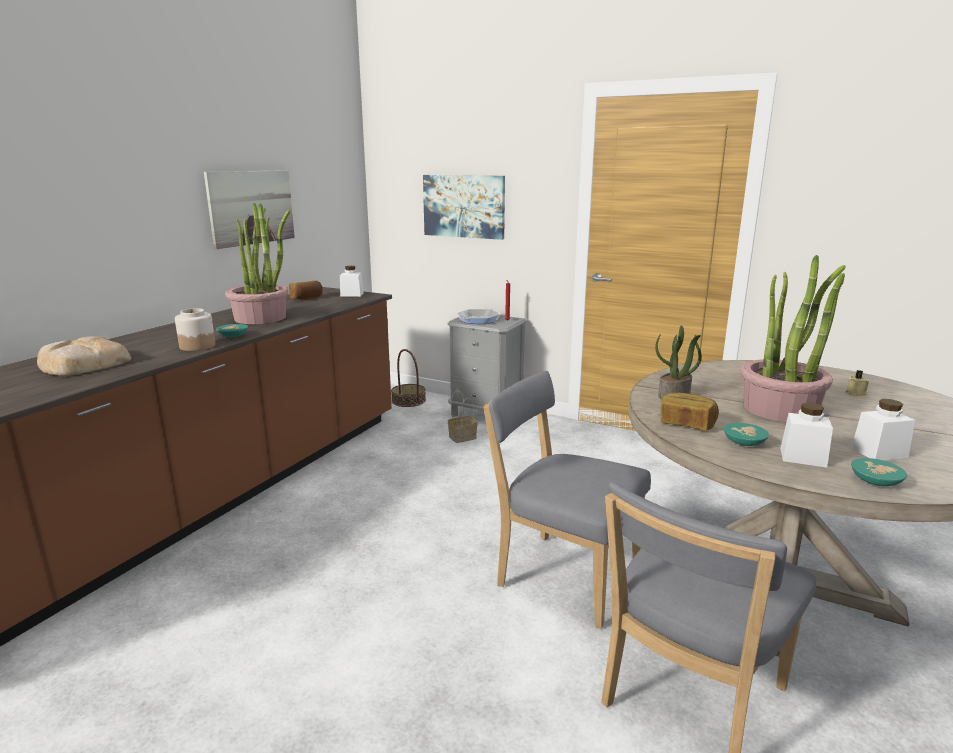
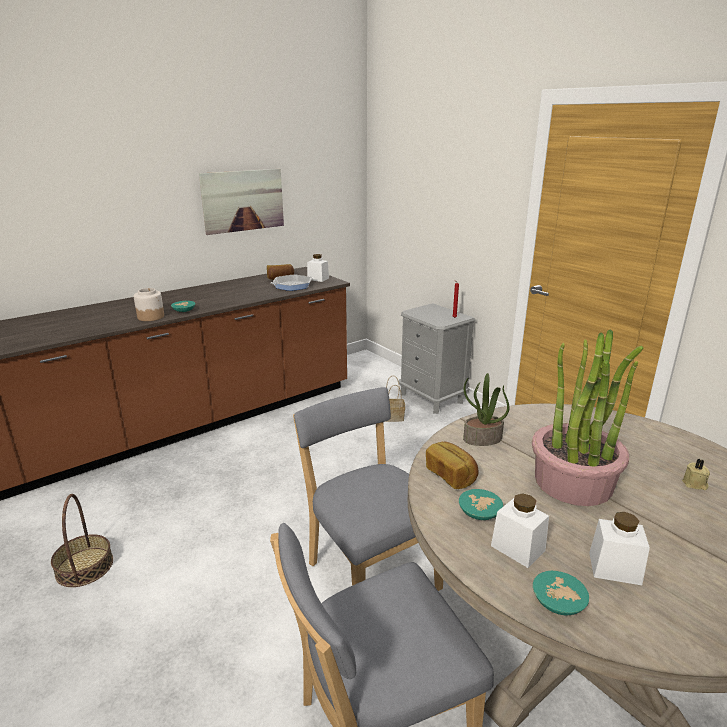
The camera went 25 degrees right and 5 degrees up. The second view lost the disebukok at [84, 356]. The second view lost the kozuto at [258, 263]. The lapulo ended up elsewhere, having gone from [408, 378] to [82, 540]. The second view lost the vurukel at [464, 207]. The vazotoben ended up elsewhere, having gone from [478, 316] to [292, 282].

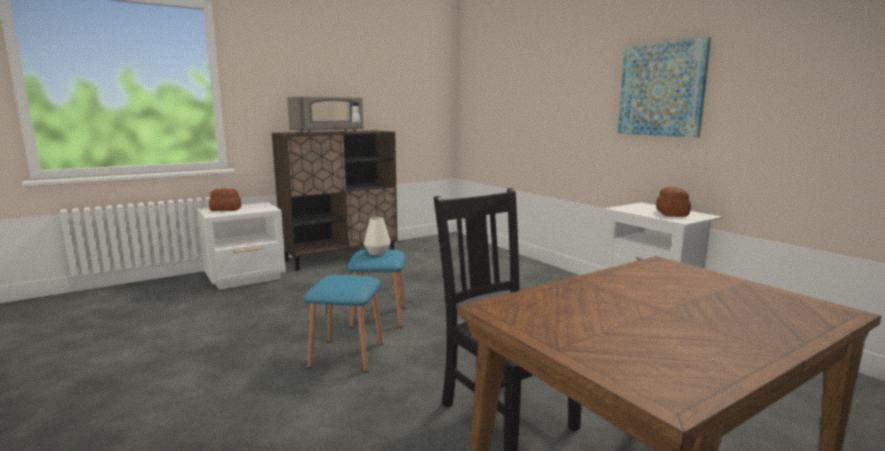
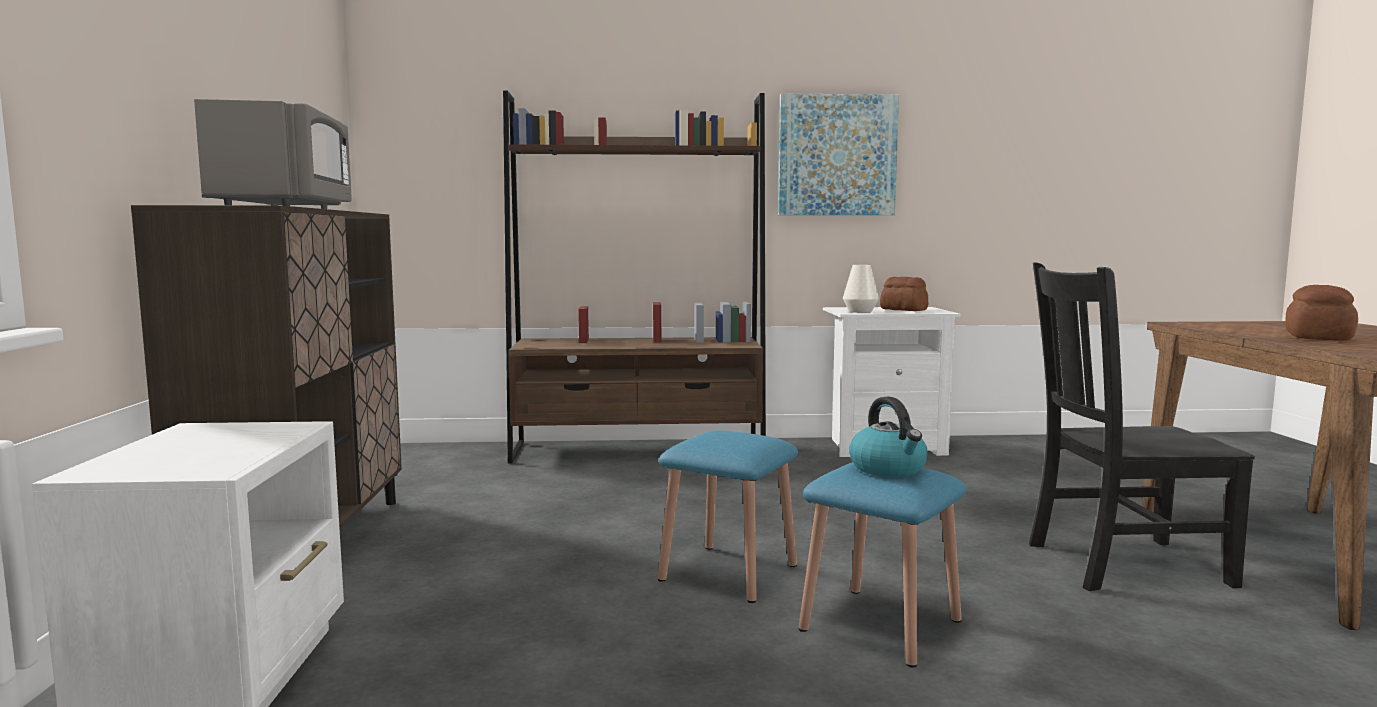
The camera went 60 degrees left and 5 degrees down. The disebukok ended up elsewhere, having gone from [225, 200] to [1322, 313]. The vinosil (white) ended up elsewhere, having gone from [377, 236] to [861, 289]. The second view gained the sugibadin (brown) at [634, 277]. The second view gained the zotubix at [888, 437].

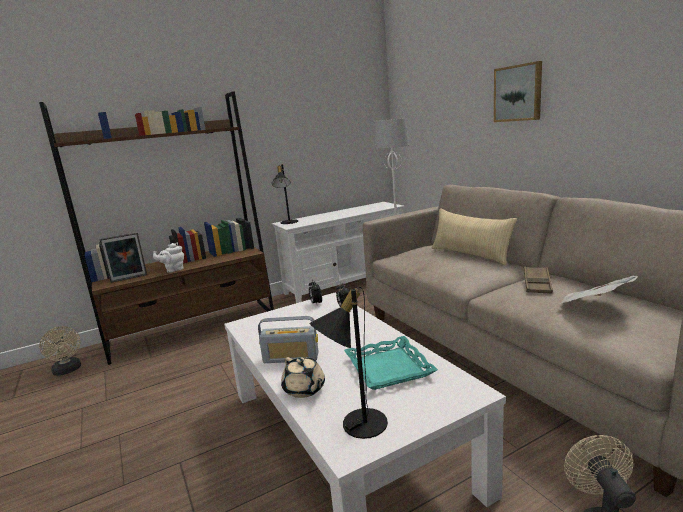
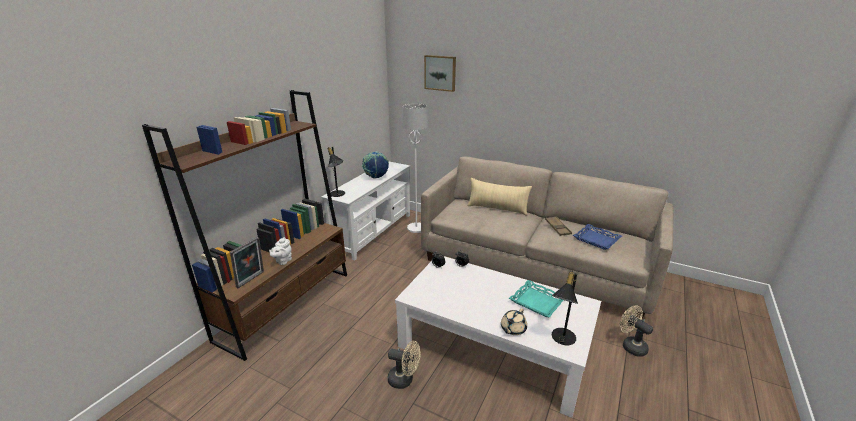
The camera went 35 degrees left and 10 degrees up. The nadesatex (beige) ended up elsewhere, having gone from [60, 351] to [404, 365]. The second view lost the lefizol at [288, 339]. The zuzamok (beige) at [303, 377] ended up facing another way, 105 degrees clockwise from before. The vurukel ended up elsewhere, having gone from [518, 91] to [440, 73]. Where the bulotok stood at [598, 289], the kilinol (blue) came to stand at [597, 237]. The second view gained the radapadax at [375, 165].

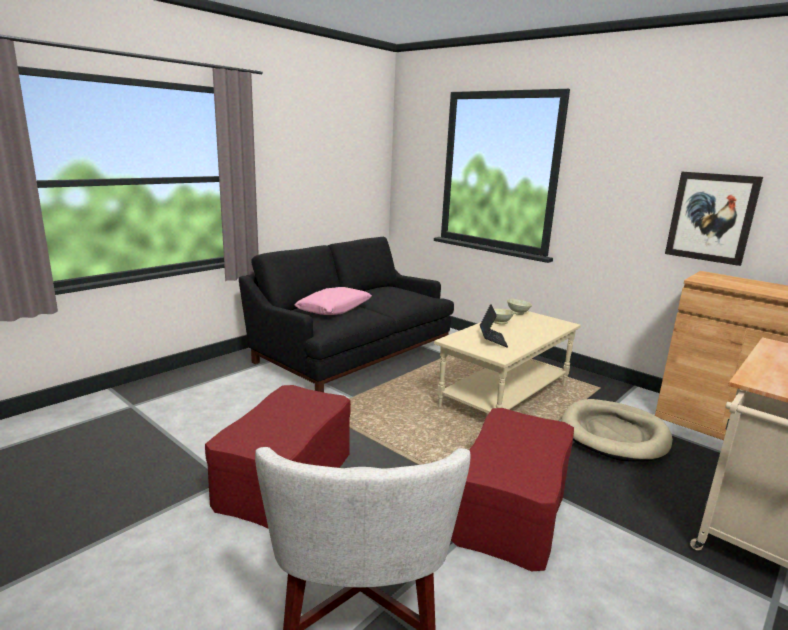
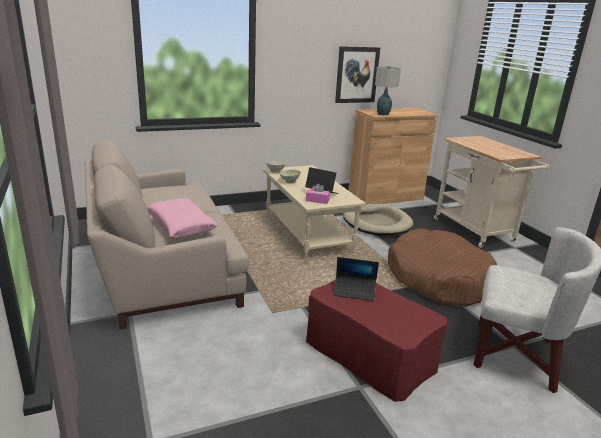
The camera went 65 degrees left and 5 degrees up. What was the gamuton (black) at [346, 314] turned into the gamuton (beige) at [167, 234]. Where the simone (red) stood at [512, 490], the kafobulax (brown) came to stand at [442, 268]. The second view gained the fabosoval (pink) at [318, 193]. The second view gained the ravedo at [356, 279]. The second view gained the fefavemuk at [388, 91].

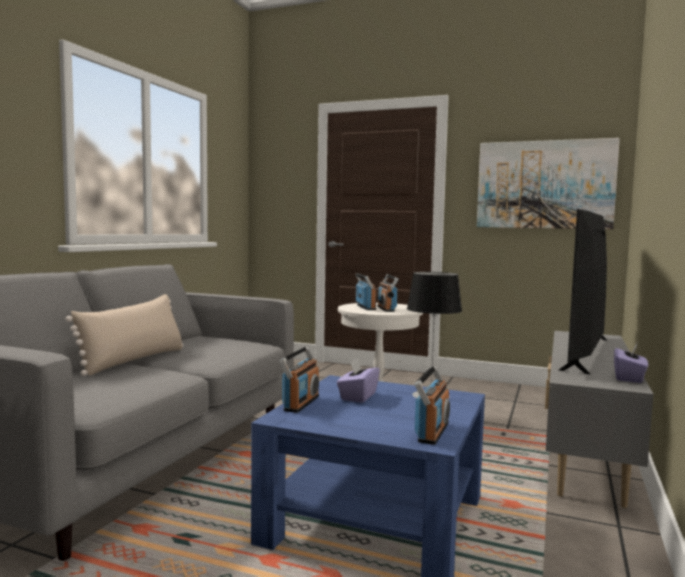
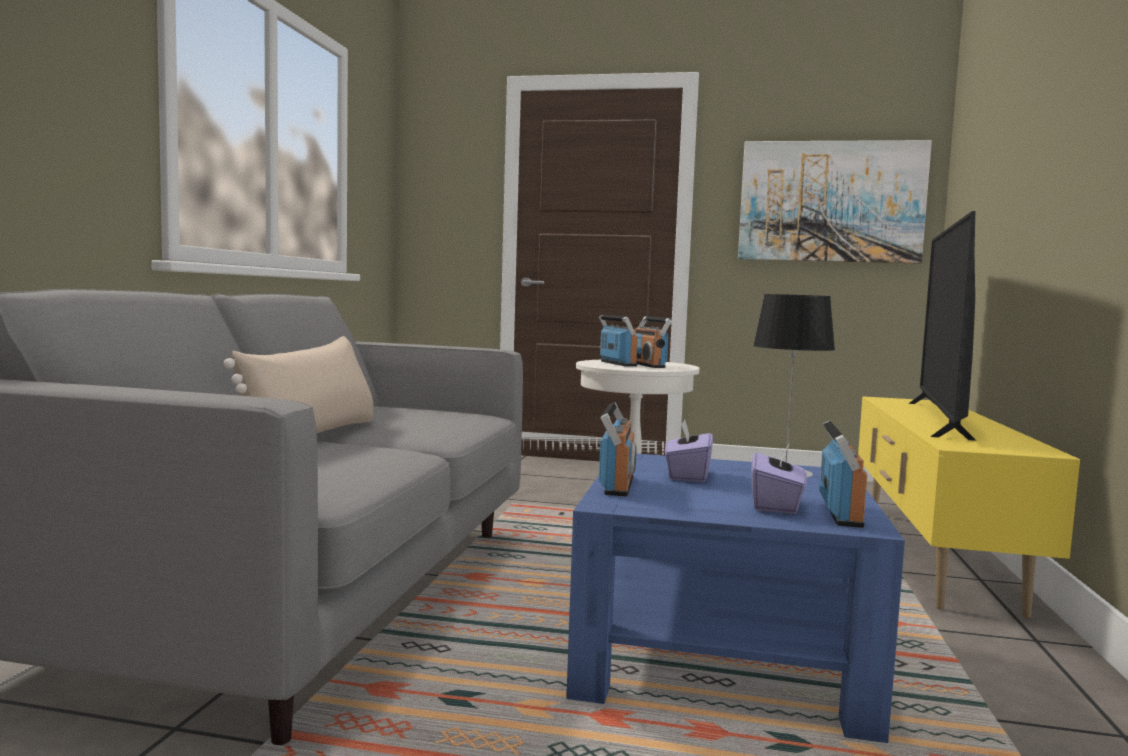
The camera went 10 degrees left and 0 degrees up. What was the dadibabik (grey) at [599, 419] turned into the dadibabik (yellow) at [969, 507]. The fabosoval (purple) ended up elsewhere, having gone from [631, 363] to [779, 478].

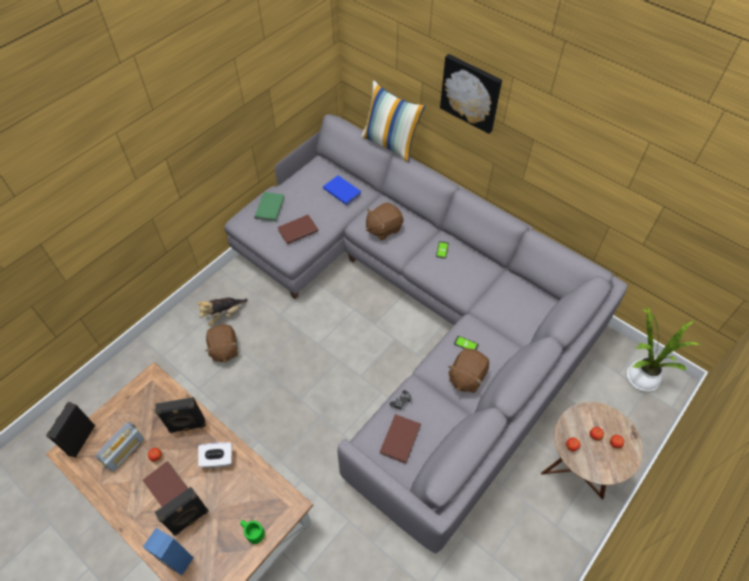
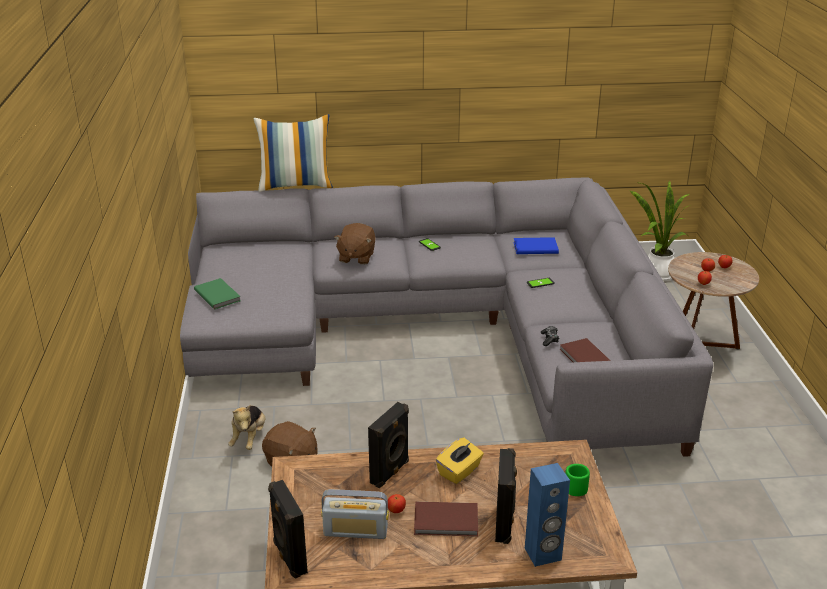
The camera went 45 degrees left and 25 degrees down. The lefizol at [120, 447] ended up facing another way, 105 degrees clockwise from before. What was the fabosoval (white) at [215, 455] turned into the fabosoval (yellow) at [460, 461]. The second view lost the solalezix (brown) at [297, 229]. The solalezix (blue) ended up elsewhere, having gone from [342, 190] to [536, 245]. The second view lost the vurukel at [471, 94]. The second view lost the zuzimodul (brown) at [468, 370].

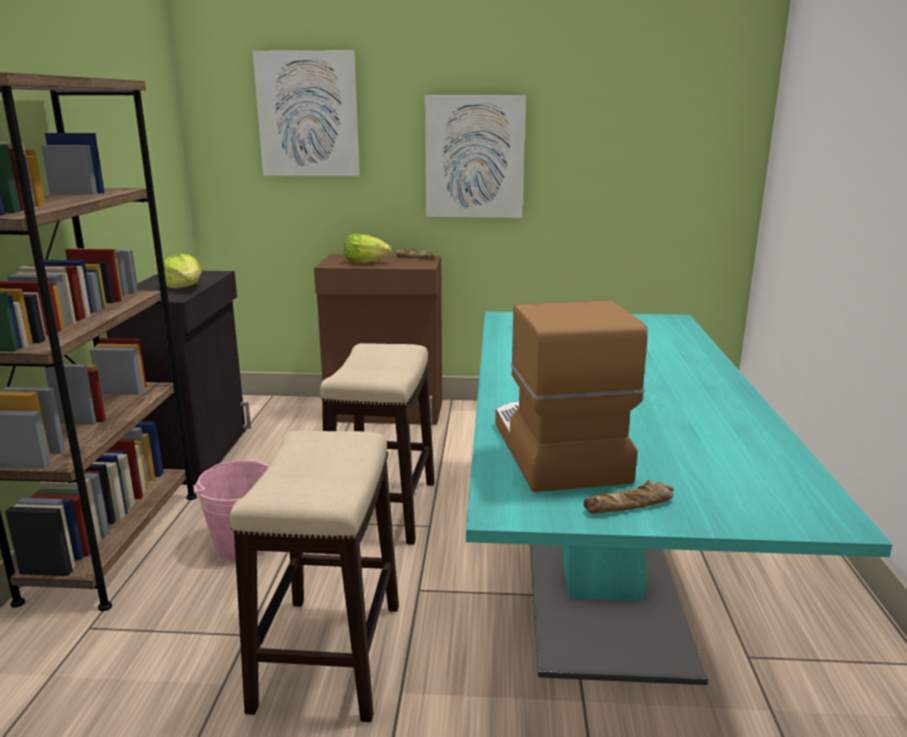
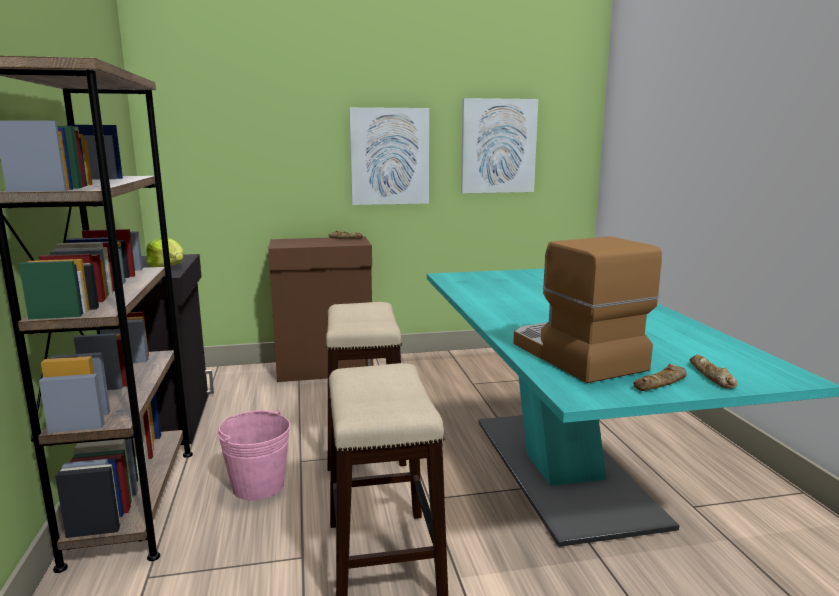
The camera went 15 degrees left and 5 degrees down. The vurukel ended up elsewhere, having gone from [306, 113] to [499, 145]. The second view lost the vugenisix at [367, 248]. The second view gained the disebukok at [713, 372].

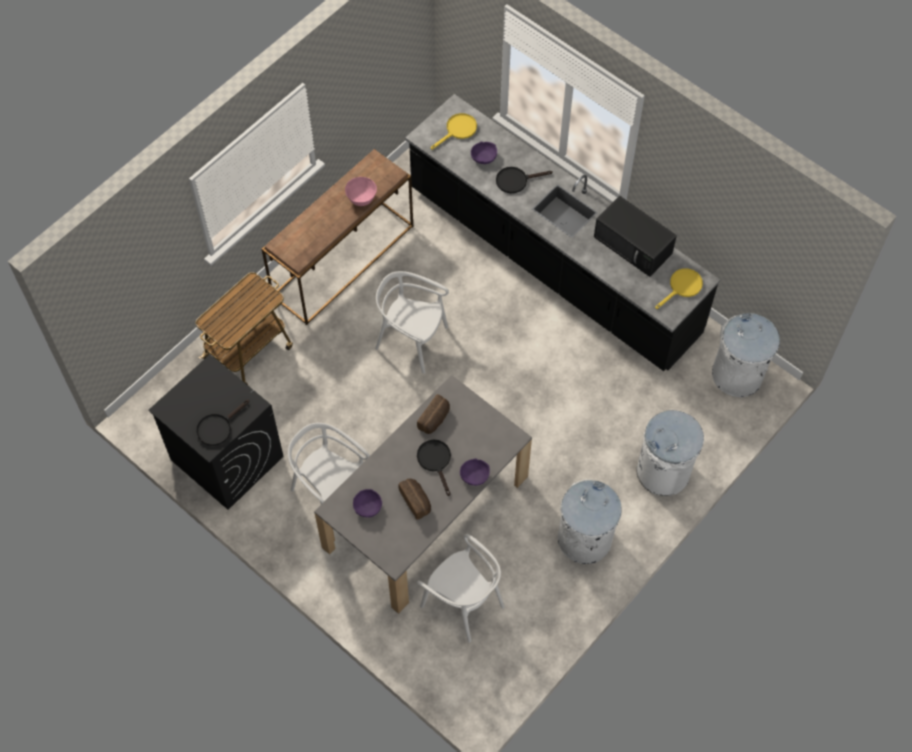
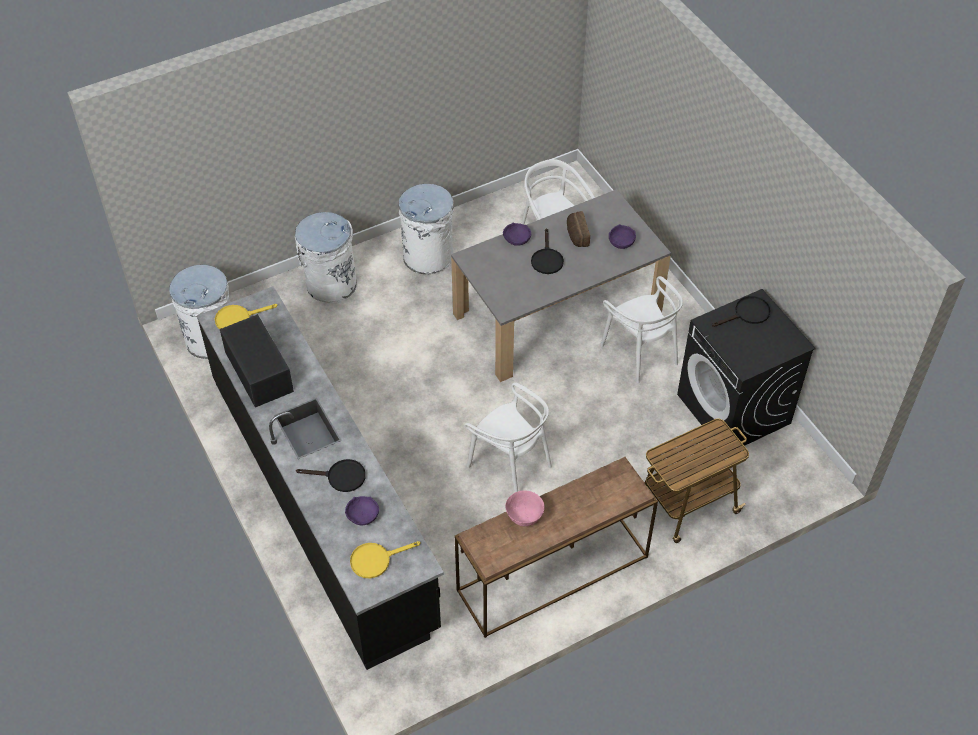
The camera went 160 degrees left and 10 degrees down. The second view lost the disebukok at [433, 414].

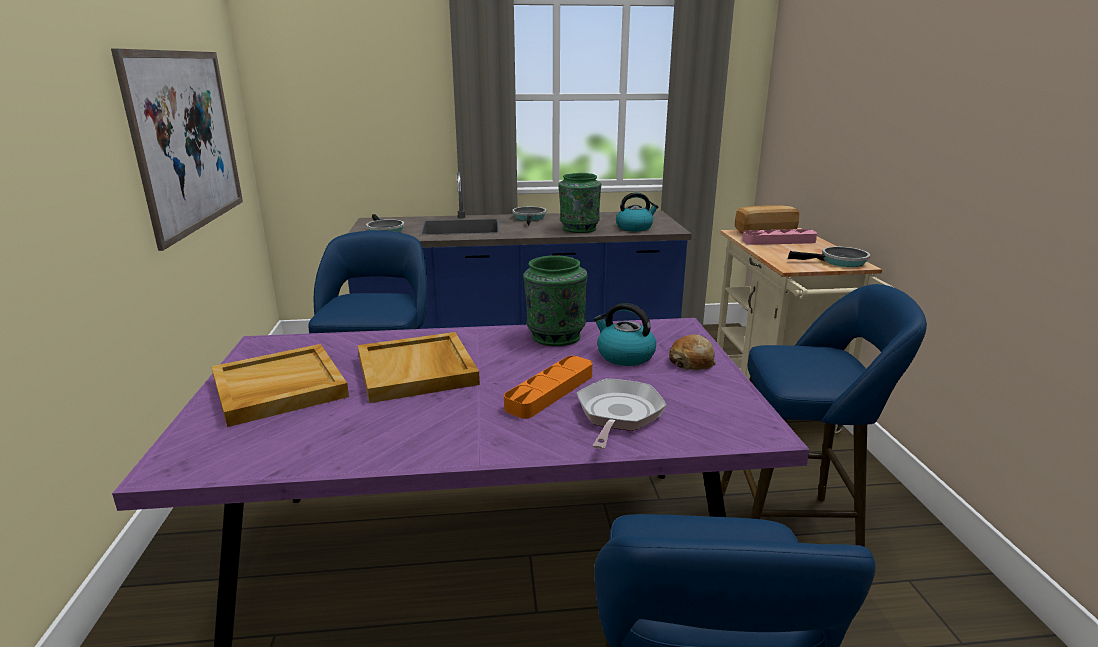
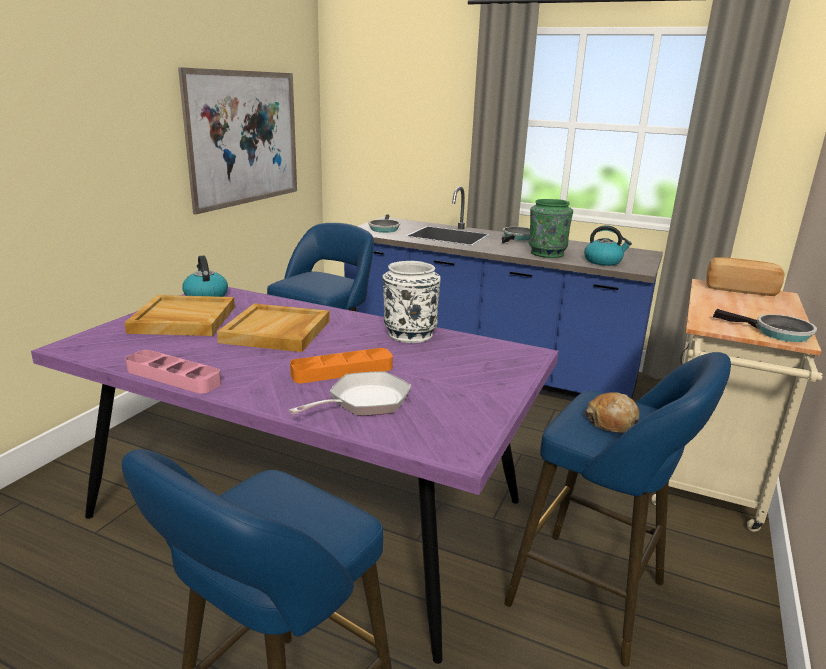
The camera went 30 degrees right and 0 degrees up. What was the vinosil (green) at [555, 300] turned into the vinosil (white) at [411, 302]. The zotubix ended up elsewhere, having gone from [625, 334] to [205, 276]. The disebukok ended up elsewhere, having gone from [692, 352] to [612, 412]. The kilinol (pink) ended up elsewhere, having gone from [779, 237] to [173, 372].

